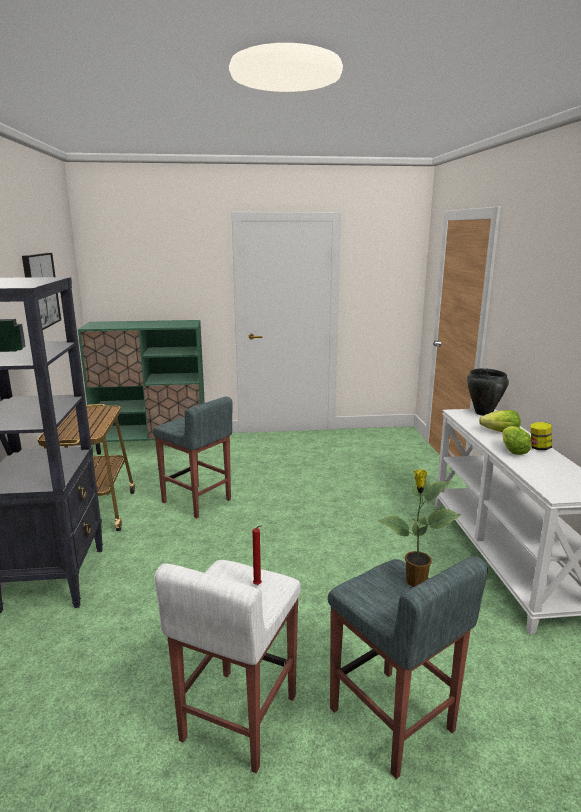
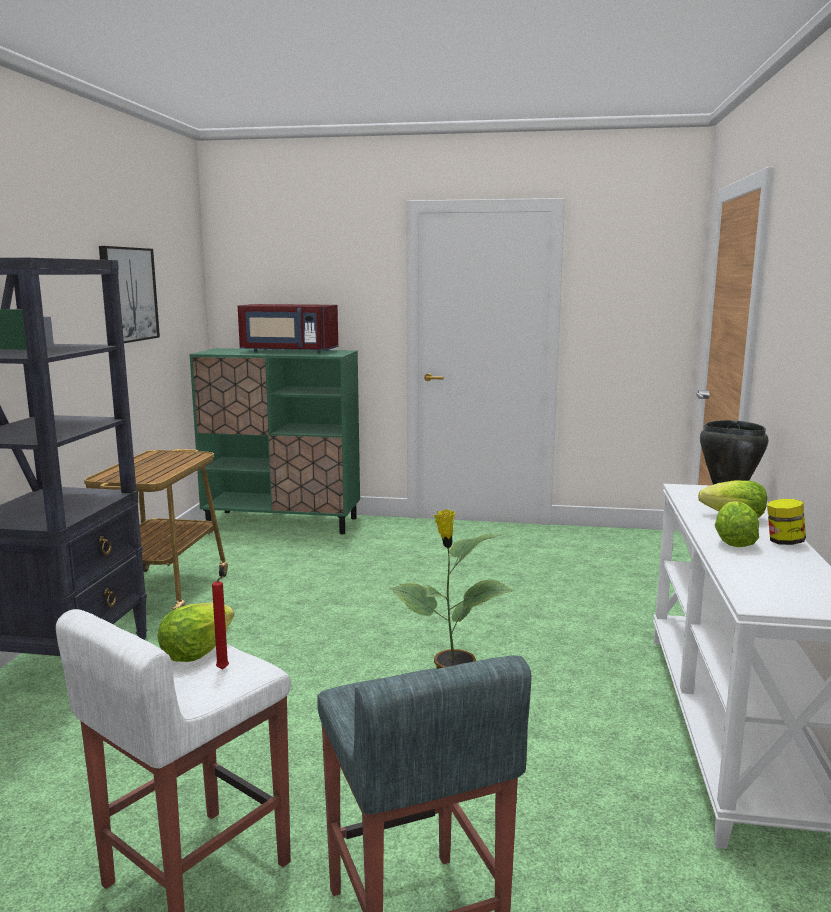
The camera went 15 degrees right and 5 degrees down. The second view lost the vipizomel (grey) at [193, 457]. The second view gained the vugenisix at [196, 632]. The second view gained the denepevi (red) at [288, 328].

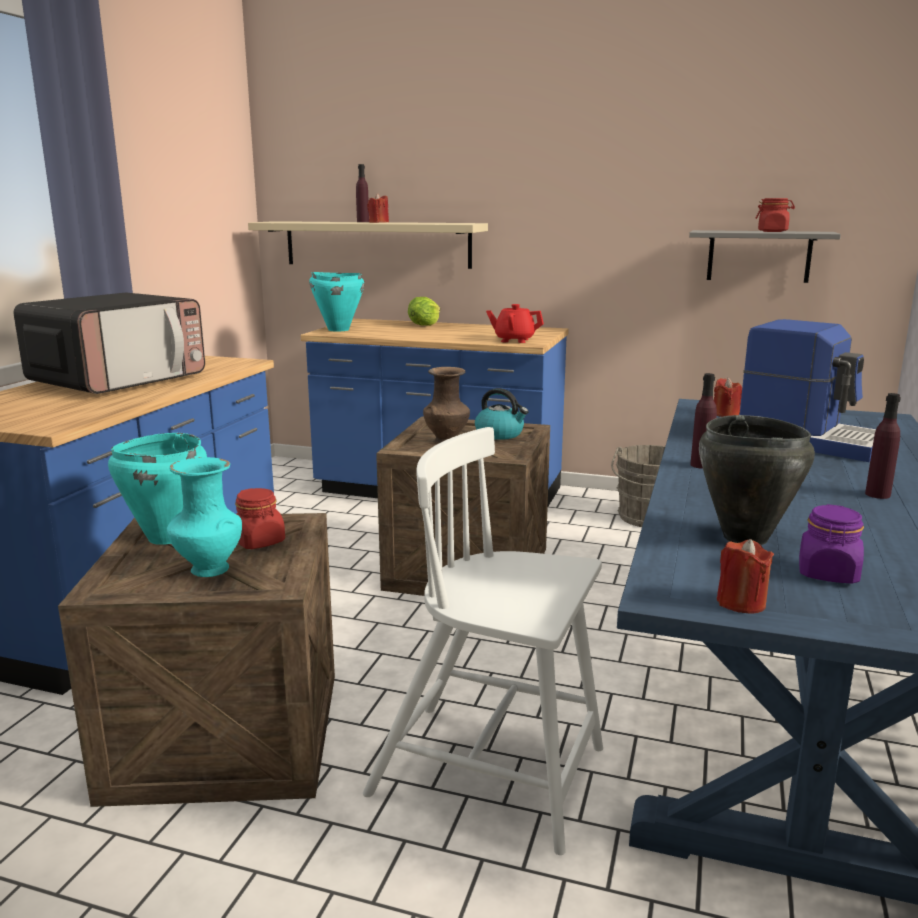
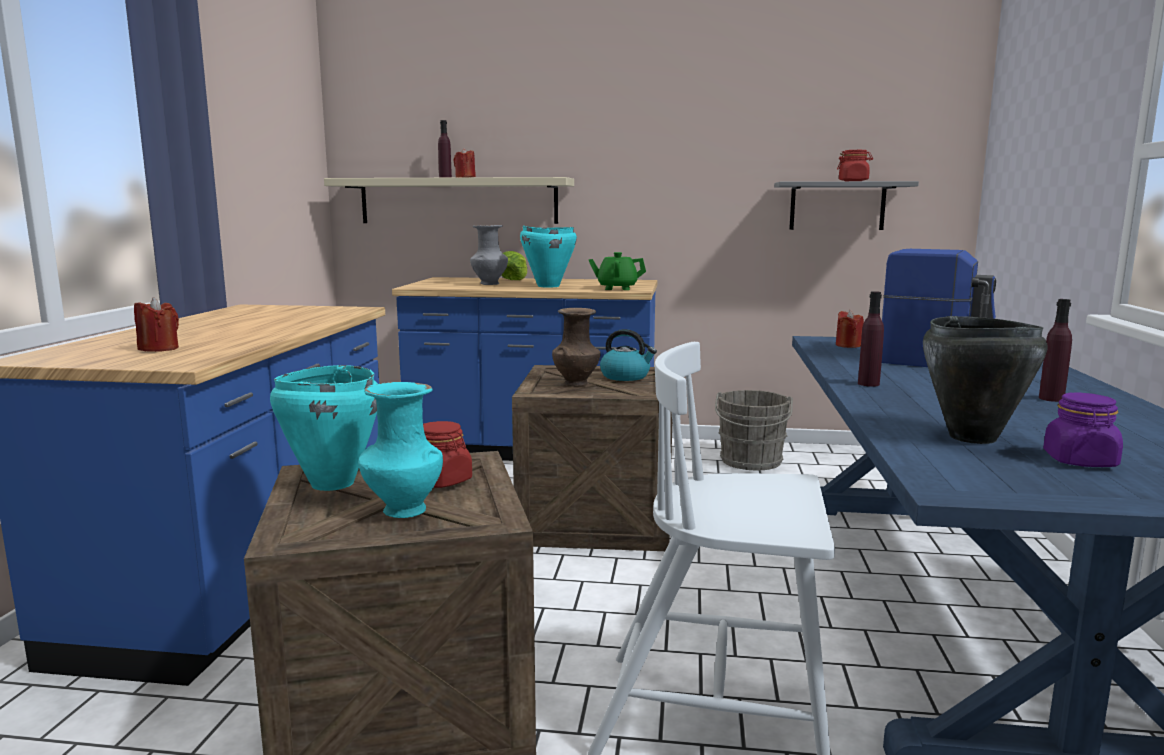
The camera went 10 degrees left and 5 degrees down. The second view lost the denepevi at [109, 343]. The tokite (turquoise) ended up elsewhere, having gone from [336, 302] to [548, 257]. What was the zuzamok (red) at [515, 323] turned into the zuzamok (green) at [617, 271]. The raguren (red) ended up elsewhere, having gone from [745, 576] to [156, 324]. The second view gained the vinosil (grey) at [489, 255].

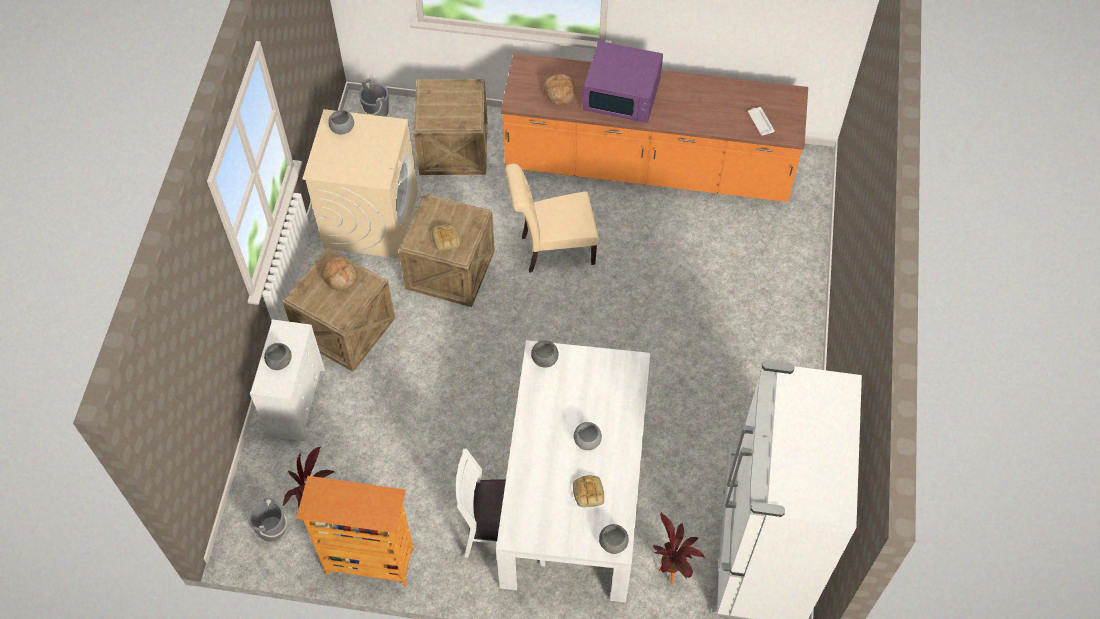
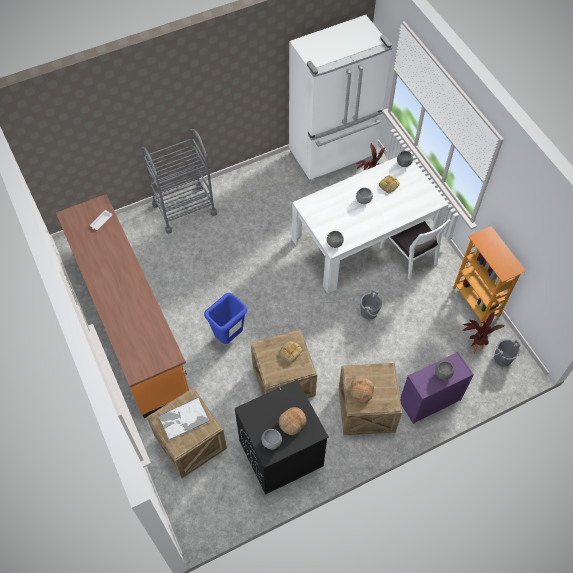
The camera went 125 degrees left and 0 degrees up. What was the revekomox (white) at [287, 380] turned into the revekomox (purple) at [437, 388]. What was the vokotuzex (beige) at [360, 183] turned into the vokotuzex (black) at [282, 437]. The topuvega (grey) ended up elsewhere, having gone from [374, 97] to [371, 305]. Where the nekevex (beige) stood at [552, 218], the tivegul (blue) came to stand at [225, 318]. The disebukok ended up elsewhere, having gone from [559, 90] to [292, 421]. The second view lost the denepevi (purple) at [623, 82]. The second view gained the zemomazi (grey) at [179, 181]. The second view gained the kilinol at [184, 418].

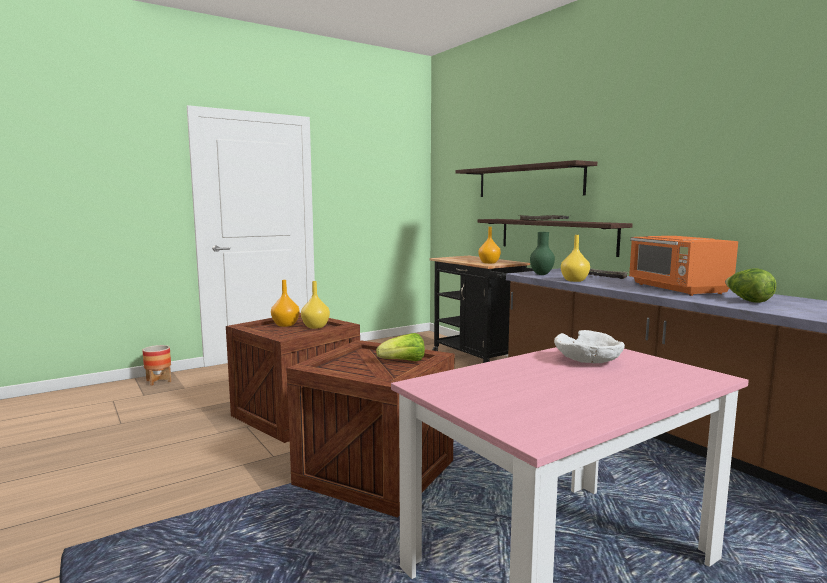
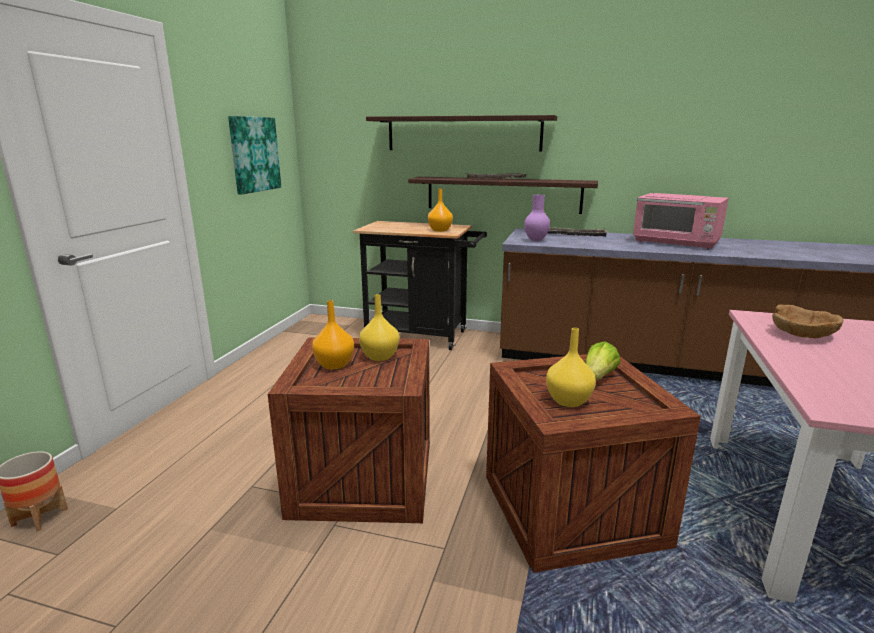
The camera went 40 degrees left and 10 degrees up. What was the vinosil (green) at [542, 253] turned into the vinosil (purple) at [537, 218]. What was the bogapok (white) at [589, 346] turned into the bogapok (brown) at [808, 321]. The vinosil (yellow) ended up elsewhere, having gone from [575, 258] to [571, 367]. What was the denepevi (orange) at [683, 266] turned into the denepevi (pink) at [681, 221]. The second view lost the vugenisix at [750, 285]. The second view gained the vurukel at [254, 155].

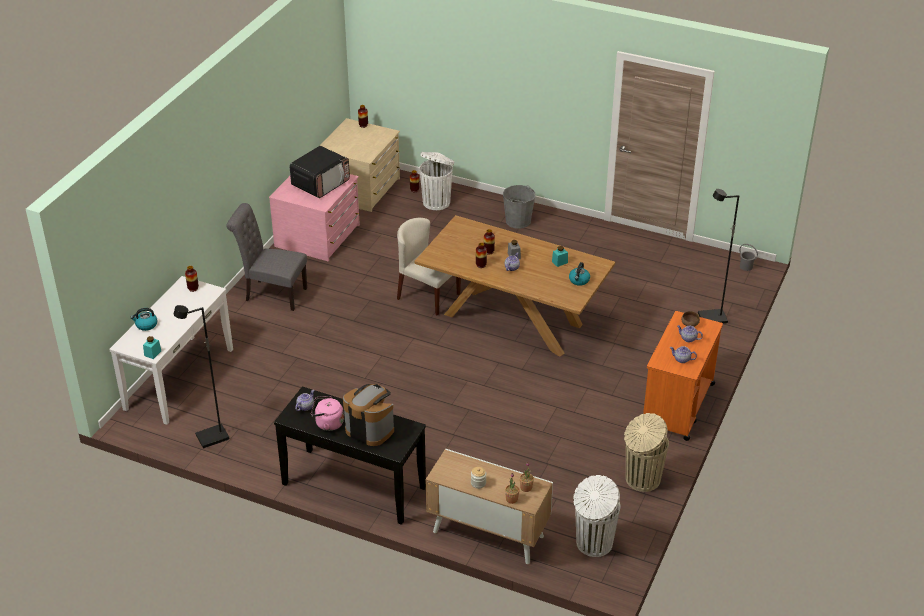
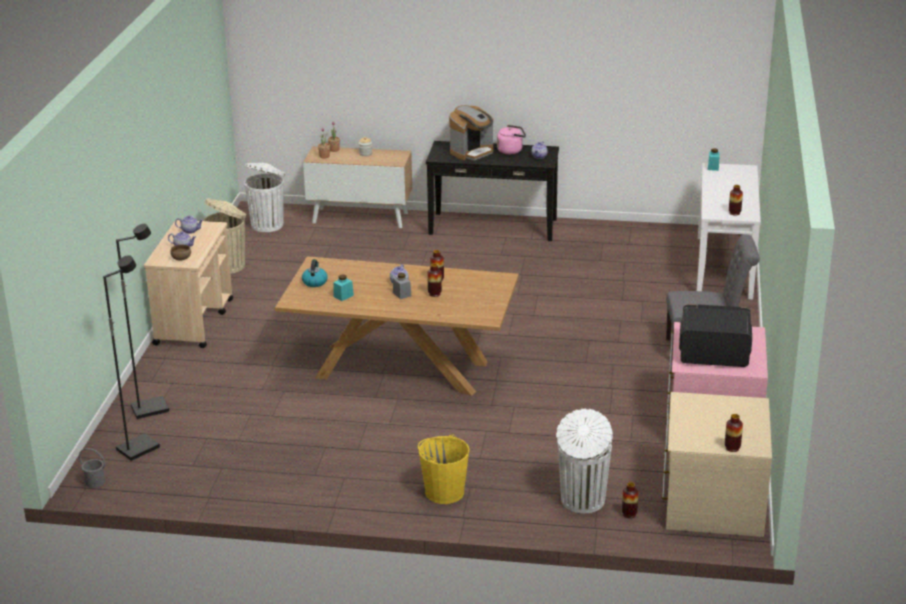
The camera went 165 degrees right and 10 degrees down. The second view lost the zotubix at [143, 319]. The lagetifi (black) ended up elsewhere, having gone from [202, 376] to [131, 358]. The denepevi at [320, 172] ended up facing another way, 75 degrees clockwise from before. The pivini at [368, 415] ended up facing another way, 60 degrees counterclockwise from before. The second view lost the nekevex (beige) at [429, 267]. What was the topuvega (grey) at [519, 207] turned into the topuvega (yellow) at [443, 469]. What was the zemomazi (orange) at [683, 376] turned into the zemomazi (beige) at [188, 284].

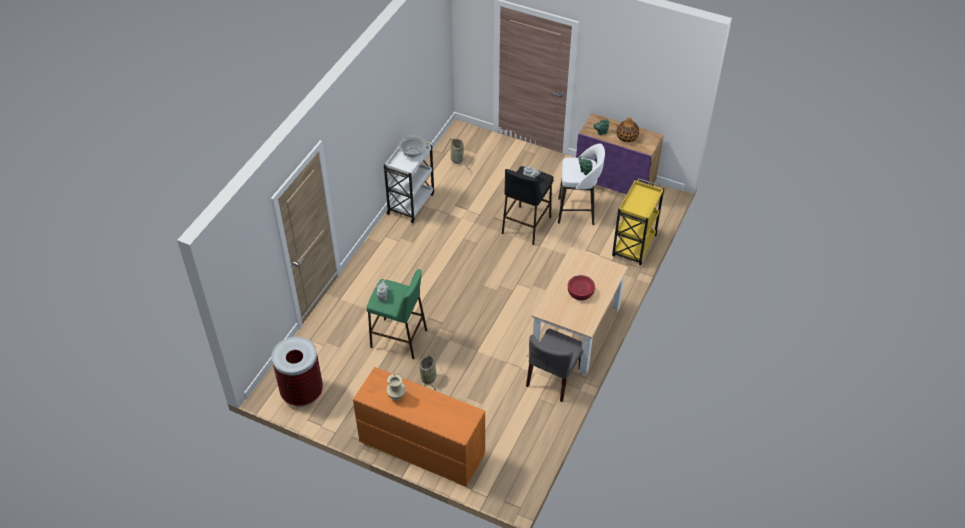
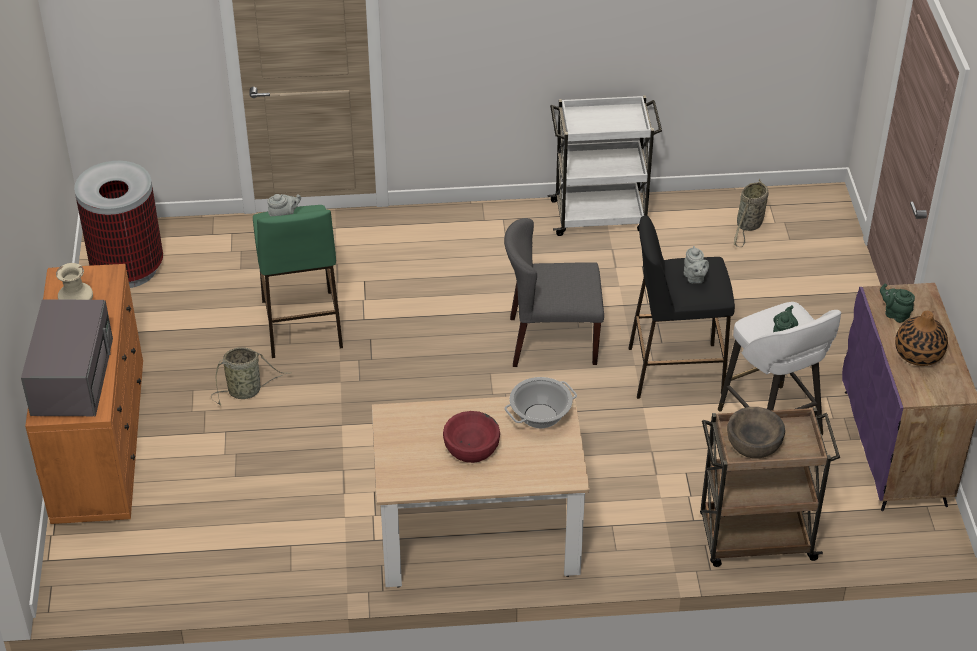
The camera went 60 degrees right and 5 degrees down. The tokite ended up elsewhere, having gone from [412, 146] to [541, 403]. The nekevex (grey) ended up elsewhere, having gone from [554, 365] to [554, 292]. What was the zemomazi (yellow) at [638, 222] turned into the zemomazi (brown) at [770, 487]. The second view gained the denepevi (grey) at [67, 357]. The second view gained the bogapok (brown) at [756, 433].

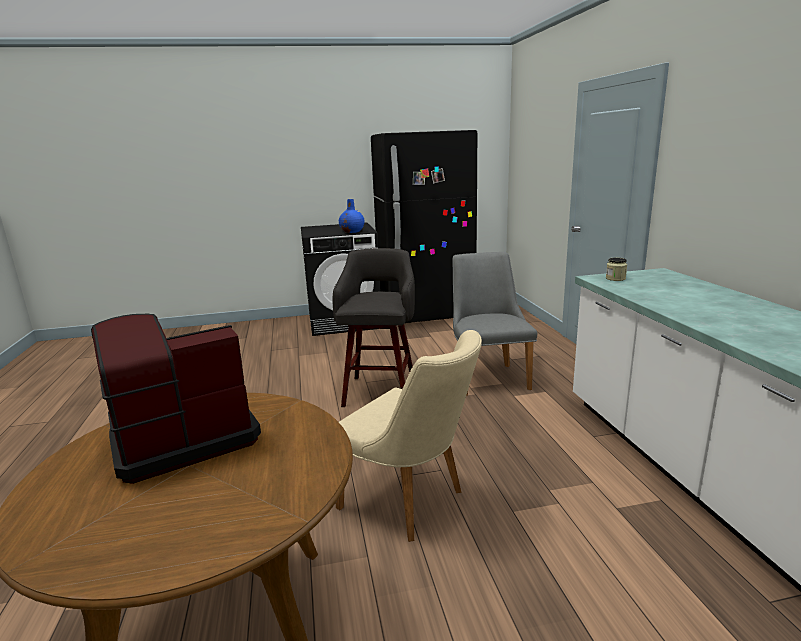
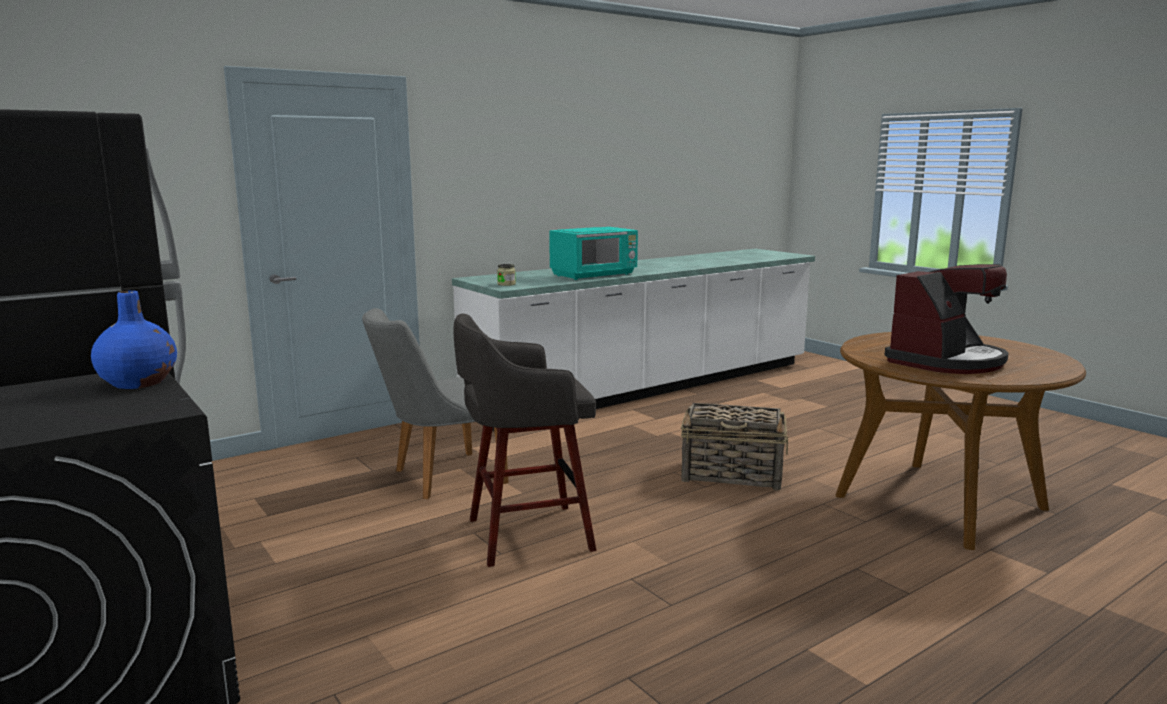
The camera went 115 degrees left and 5 degrees down. The pivini at [176, 399] ended up facing another way, 75 degrees counterclockwise from before. Where the nekevex (beige) stood at [409, 436], the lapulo came to stand at [734, 447]. The second view gained the denepevi (turquoise) at [593, 253].

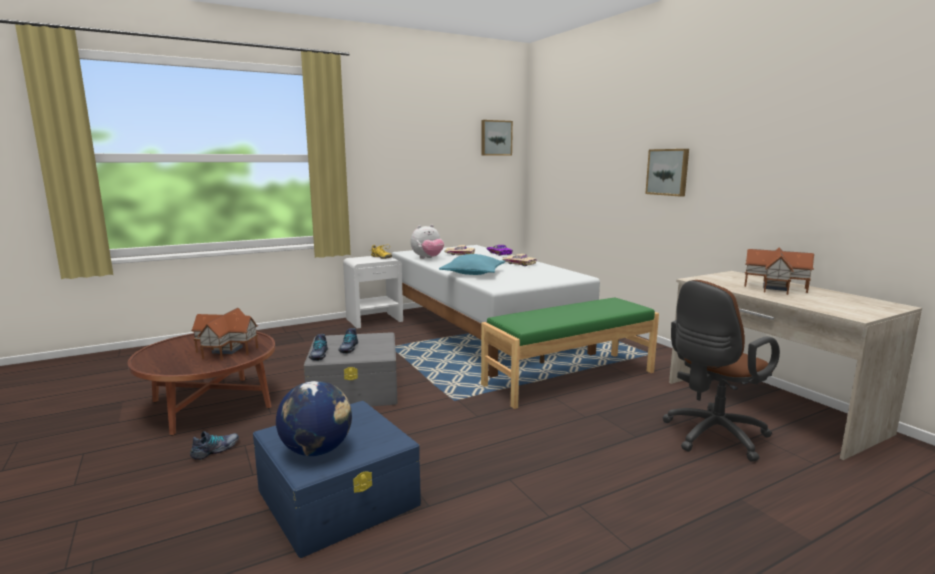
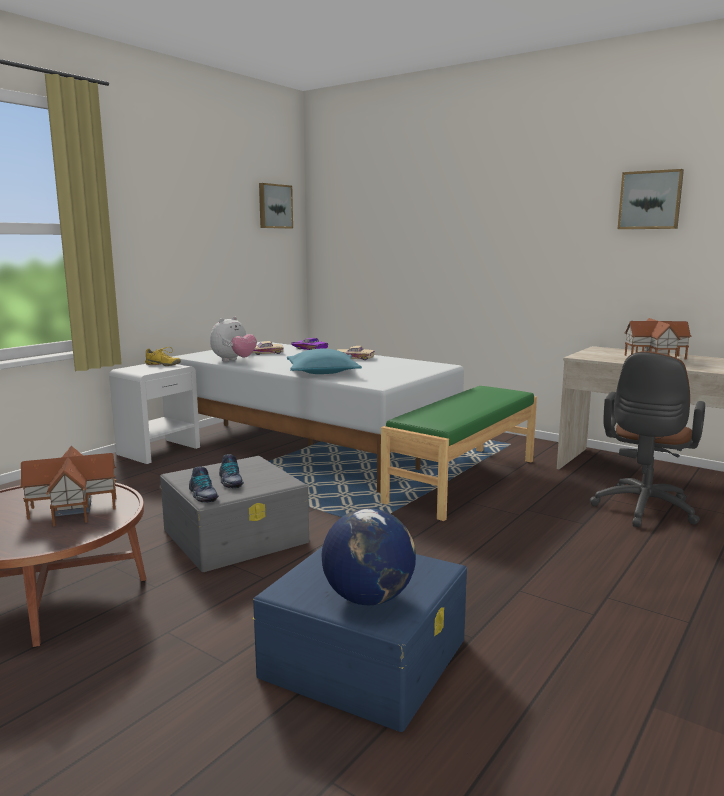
The camera went 25 degrees left and 0 degrees up. The second view lost the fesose at [214, 445]. The vurukel ended up elsewhere, having gone from [667, 172] to [651, 199].

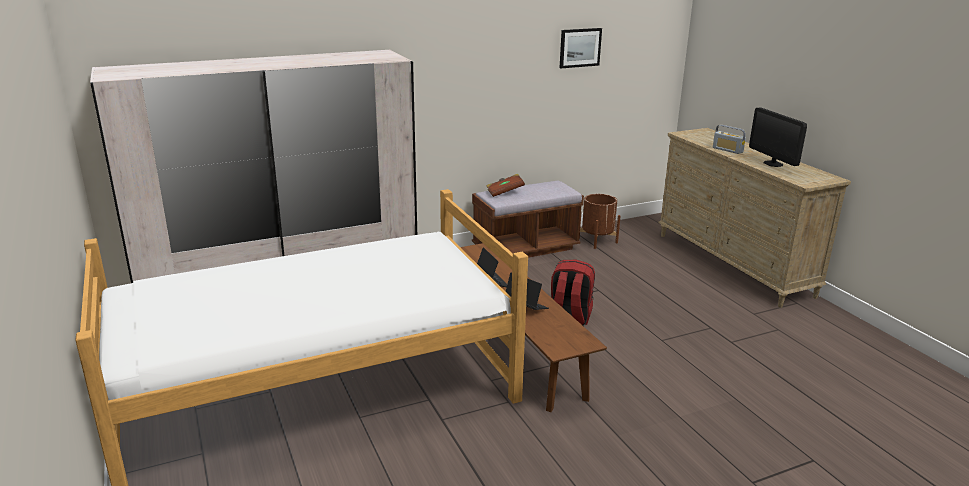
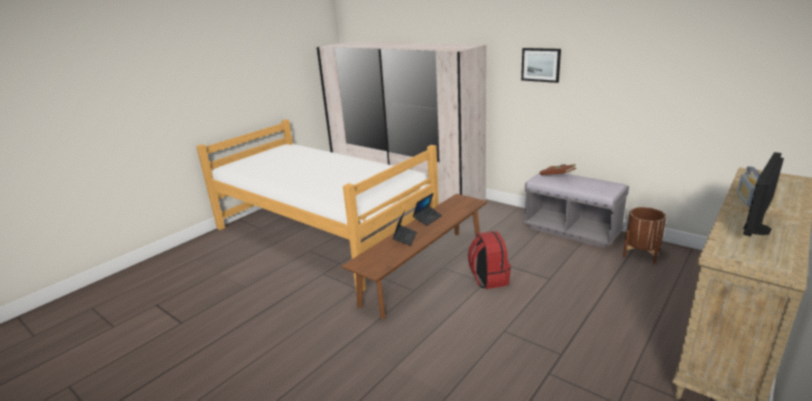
The camera went 65 degrees right and 0 degrees up. What was the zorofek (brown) at [528, 219] turned into the zorofek (grey) at [576, 210]. The vurukel ended up elsewhere, having gone from [581, 48] to [541, 65].

